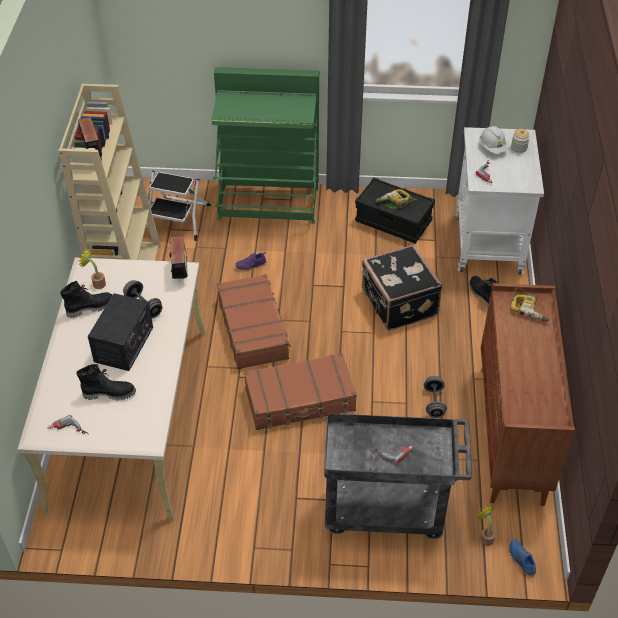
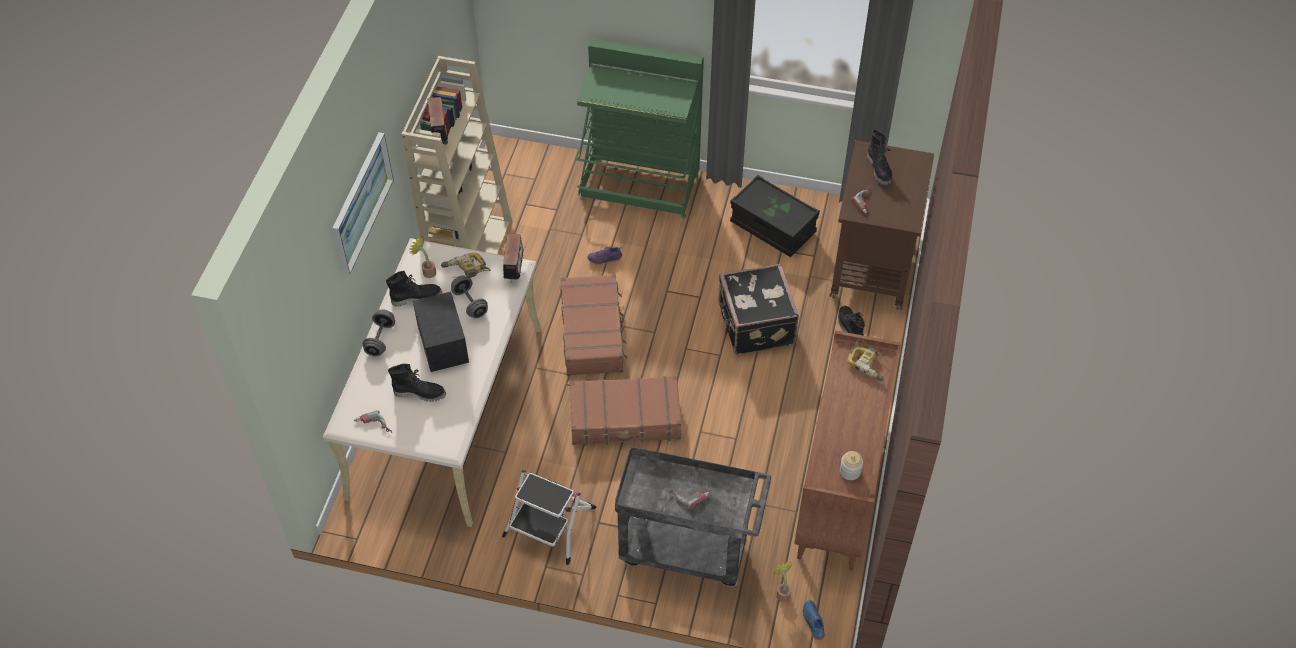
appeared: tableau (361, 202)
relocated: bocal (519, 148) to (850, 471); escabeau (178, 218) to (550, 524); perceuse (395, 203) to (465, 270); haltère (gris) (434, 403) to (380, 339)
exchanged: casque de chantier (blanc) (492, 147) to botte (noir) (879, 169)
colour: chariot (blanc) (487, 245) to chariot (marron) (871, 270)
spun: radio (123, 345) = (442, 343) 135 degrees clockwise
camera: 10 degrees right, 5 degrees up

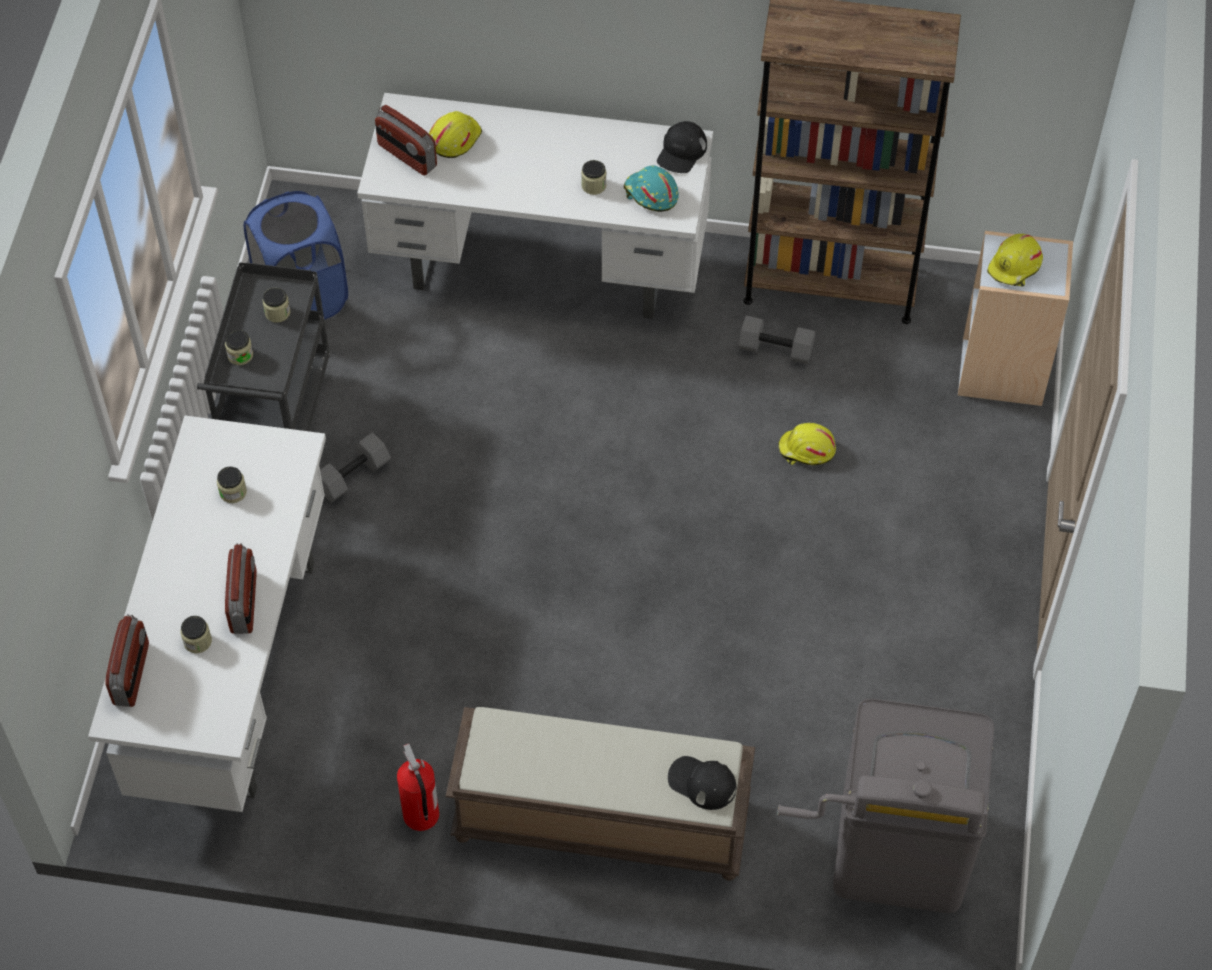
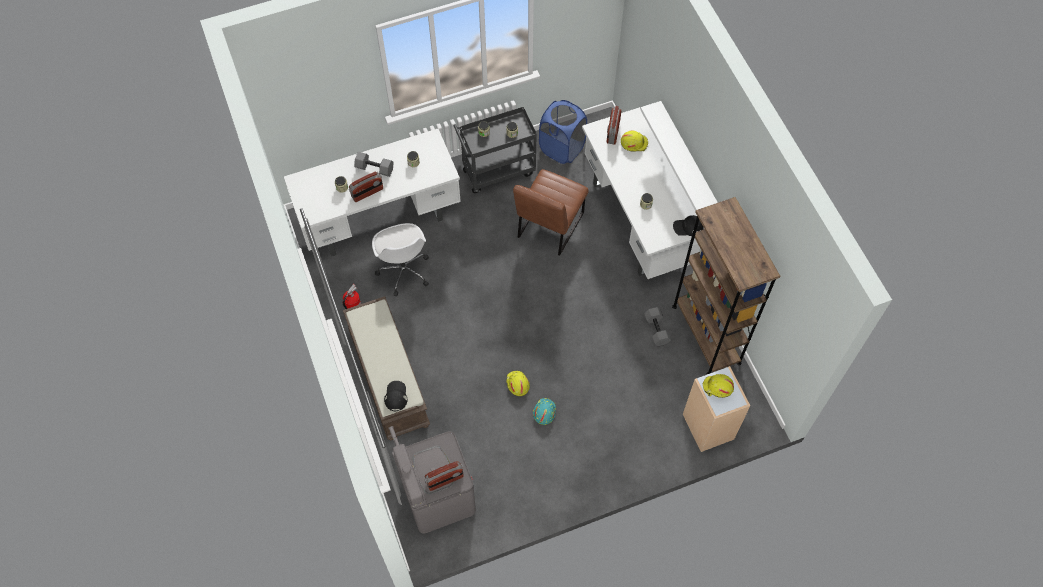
appeared: étagère (blanc) (688, 160); chaise (marron) (549, 226); chaise de bureau (blanc) (405, 274)
relocated: casque de chantier (turquoise) (651, 194) to (544, 412); casque de chantier (jaune) (806, 450) to (517, 384); haltère (gris) (353, 477) to (374, 169); radio (132, 674) to (445, 480)
camera: 60 degrees right, 5 degrees up

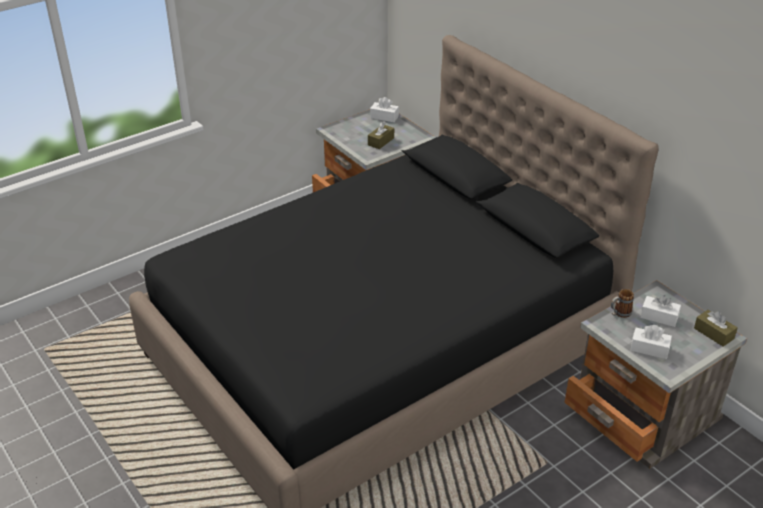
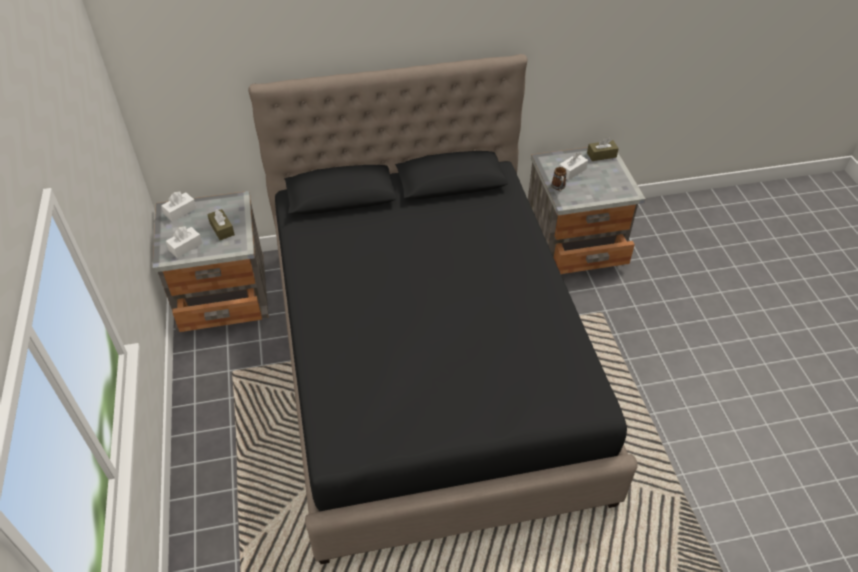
relocated: boîte à mouchoirs (blanc) (649, 349) to (185, 247)
camera: 65 degrees left, 10 degrees up

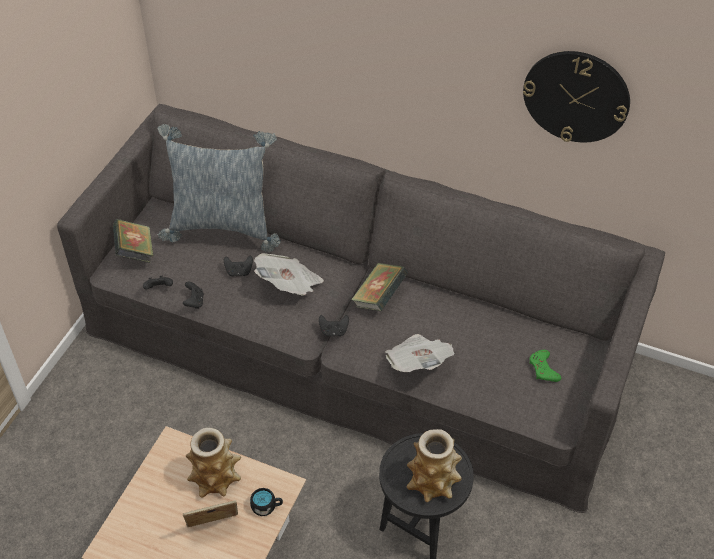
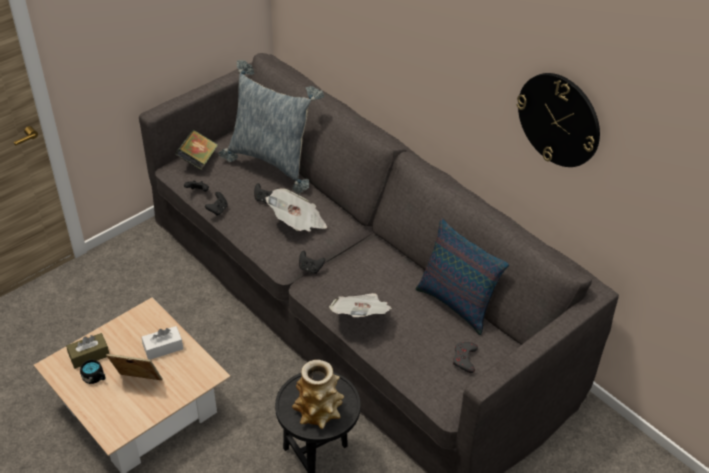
missing: livre (379, 298)
appeared: coussin (bleu) (456, 305); boîte à mouchoirs (marron) (89, 355)
relocated: mug (noir) (267, 506) to (95, 378)
exchanged: vase (215, 478) to boîte à mouchoirs (blanc) (163, 348)
colour: manette (vert) (543, 369) to manette (gris) (464, 359)
camera: 25 degrees right, 5 degrees down

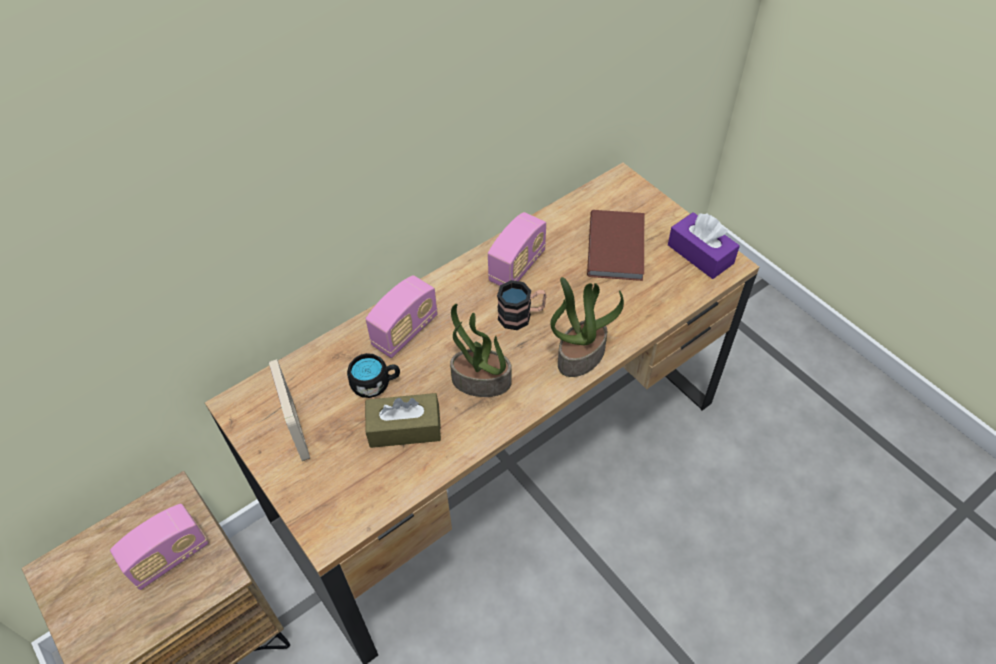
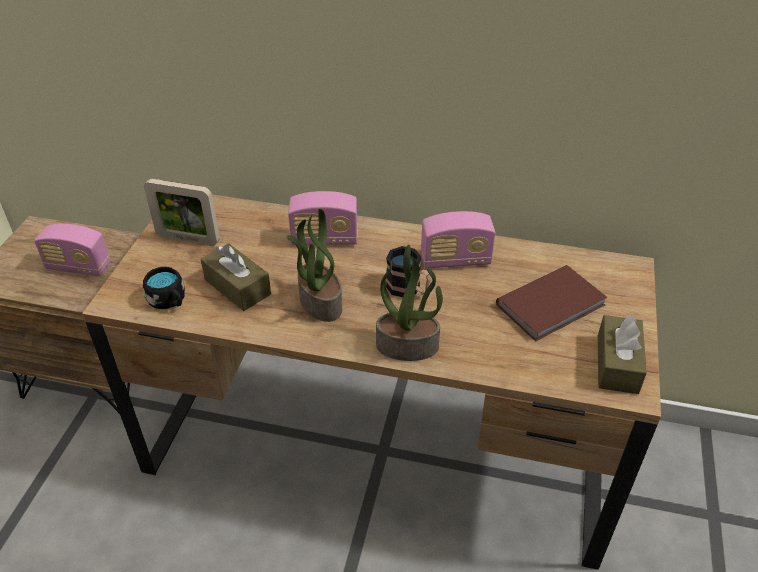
relocated: mug (noir) (376, 383) to (169, 301)
colour: boîte à mouchoirs (violet) (700, 254) to boîte à mouchoirs (marron) (617, 364)
spun: cadre photo (297, 431) = (188, 239) 75 degrees clockwise
camera: 50 degrees right, 10 degrees down

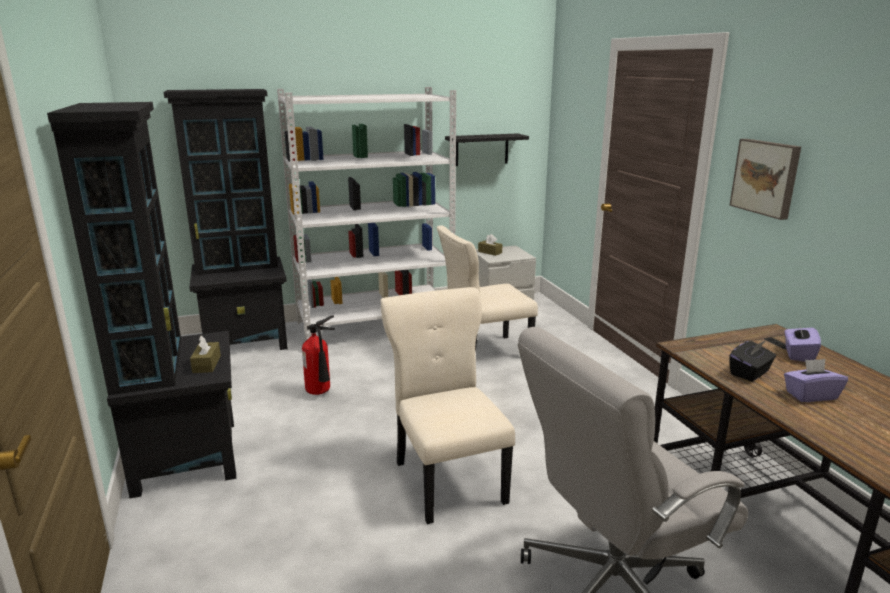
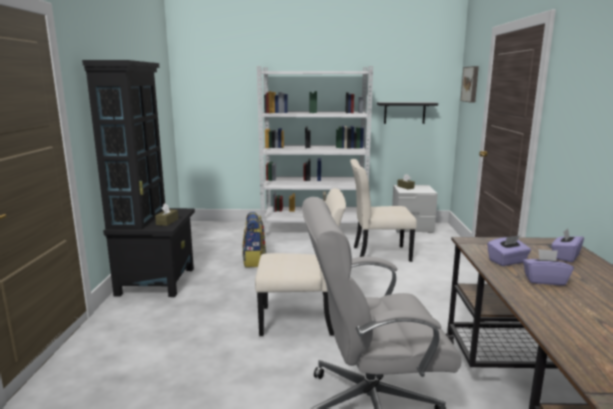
missing: meuble de rangement (noir) (246, 341)
relocated: tableau (766, 177) to (471, 84)
exchanged: extincteur (321, 393) to sac à dos (254, 261)
colour: boîte à mouchoirs (noir) (750, 373) to boîte à mouchoirs (violet) (507, 261)
spun: chaise (beige) (448, 479) = (301, 321) 90 degrees clockwise
camera: 20 degrees right, 5 degrees down

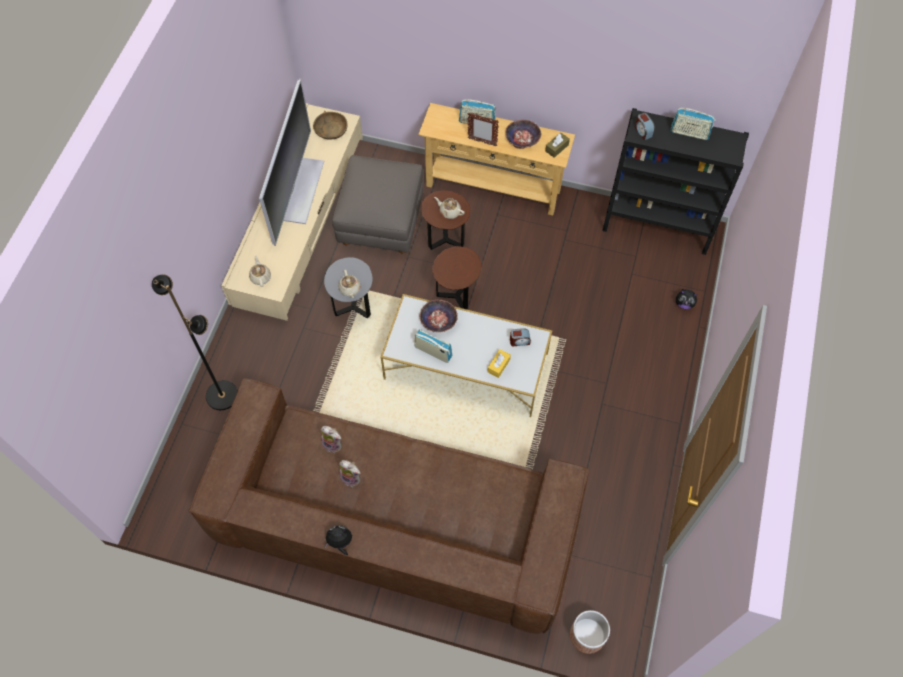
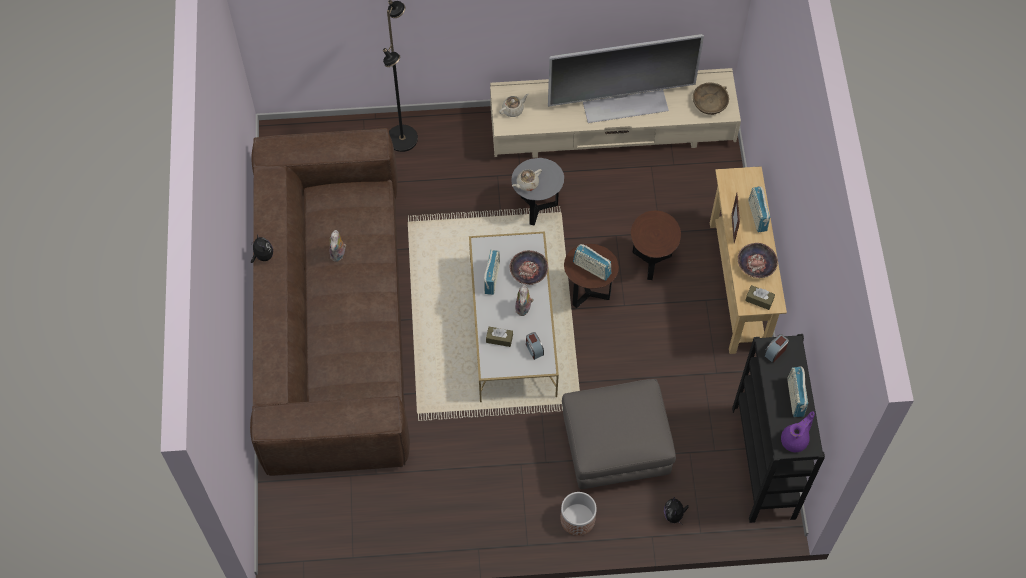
missing: théière (beige) (449, 212)
appeared: radio (591, 268); théière (violet) (795, 440)
relocated: pouf (gris) (381, 222) to (615, 448); peluche (333, 444) to (524, 308); cache-pot (587, 635) to (577, 519)
colour: boîte à mouchoirs (jaune) (498, 365) to boîte à mouchoirs (marron) (499, 339)
camera: 70 degrees right, 0 degrees up

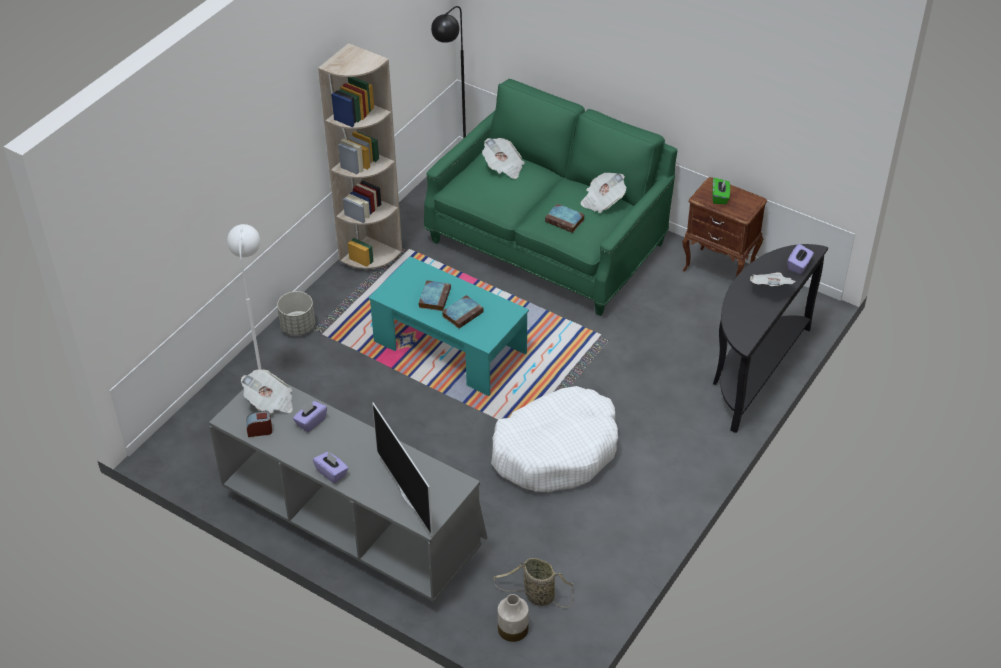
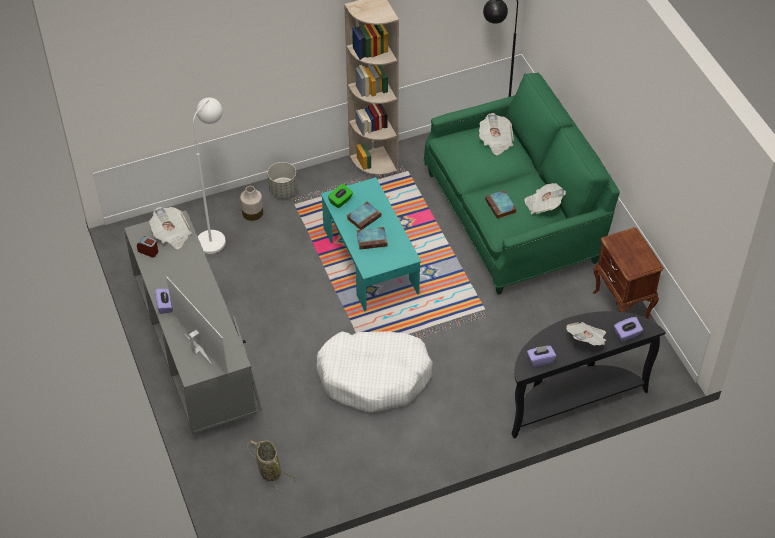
relocated: boîte à mouchoirs (vert) (720, 197) to (340, 201); boîte à mouchoirs (violet) (311, 422) to (540, 360); vase (beige) (512, 628) to (252, 212)
spun: téléviseur (409, 497) = (197, 350) 135 degrees clockwise
camera: 35 degrees right, 5 degrees up

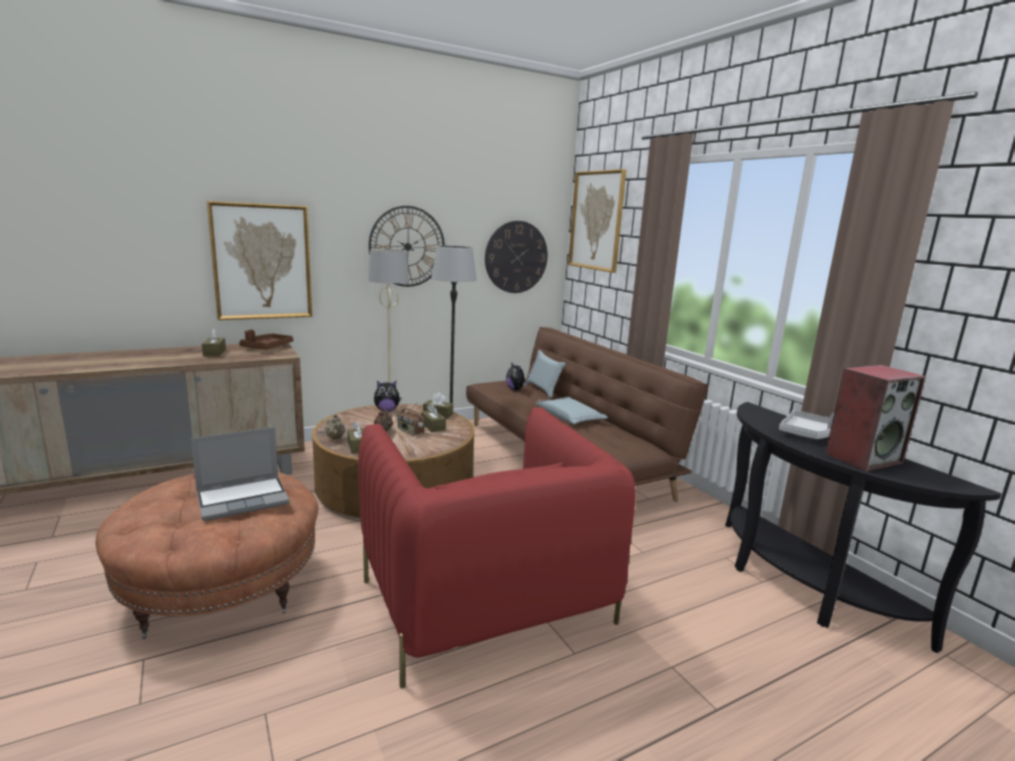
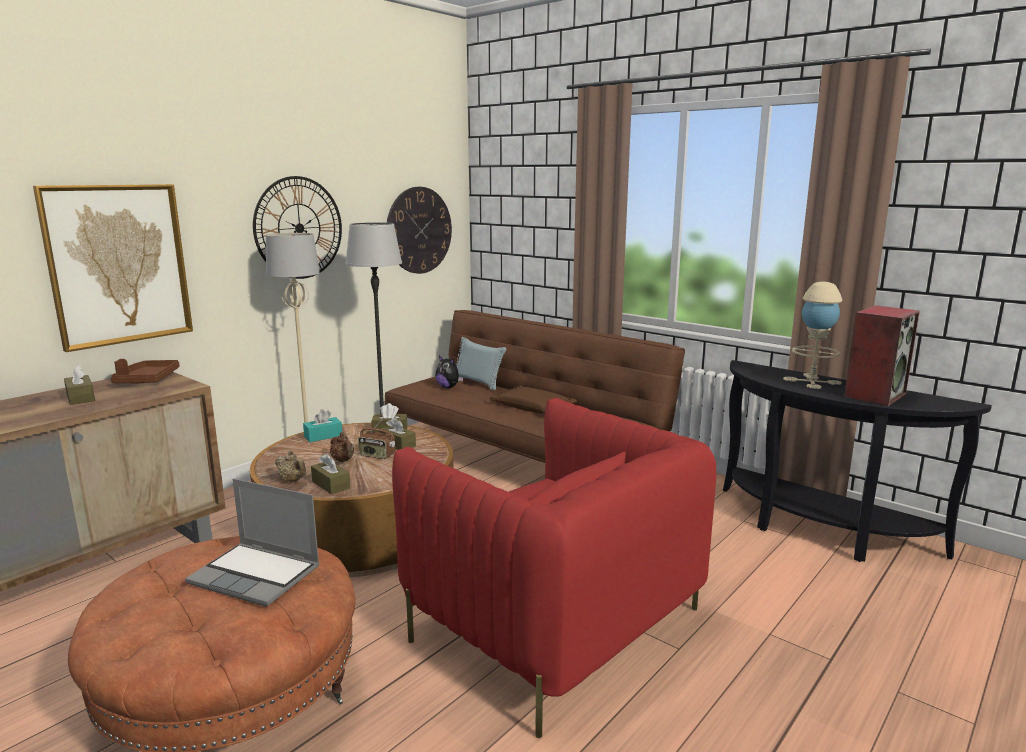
missing: tableau (596, 220)
exchanged: peluche (386, 410) to boîte à mouchoirs (turquoise) (323, 436); plateau (gris) (807, 433) to lampe de table (beige) (812, 381)
colour: coussin (bleu) (570, 415) to coussin (marron) (532, 406)
spun: ordinateur portable (244, 499) = (257, 575) 75 degrees clockwise
camera: 20 degrees left, 0 degrees up

